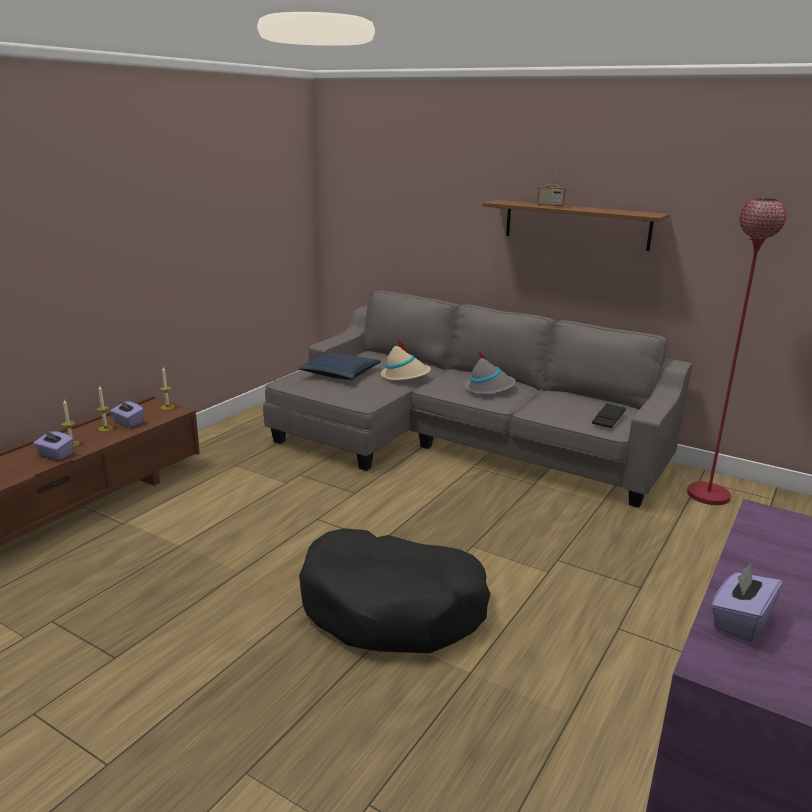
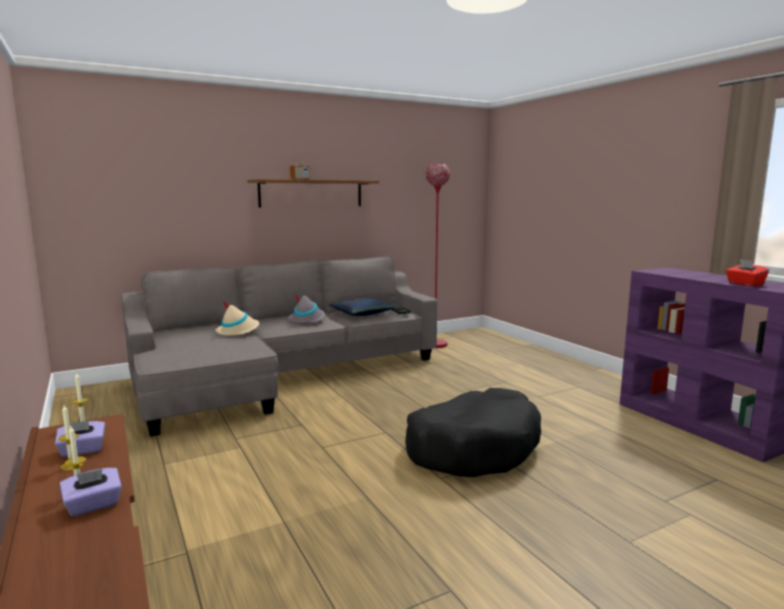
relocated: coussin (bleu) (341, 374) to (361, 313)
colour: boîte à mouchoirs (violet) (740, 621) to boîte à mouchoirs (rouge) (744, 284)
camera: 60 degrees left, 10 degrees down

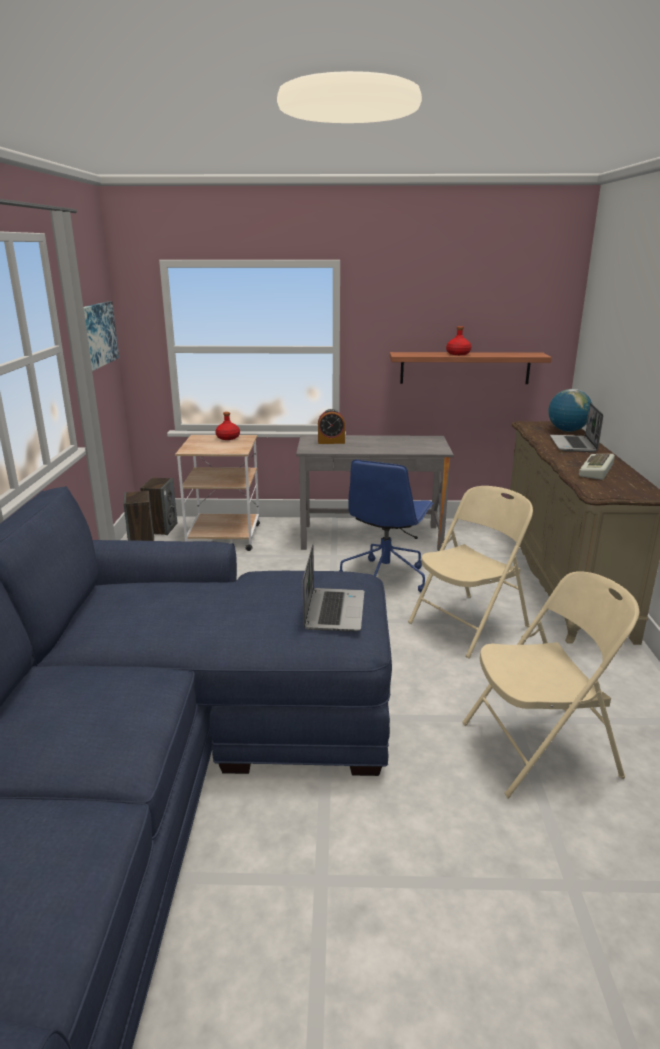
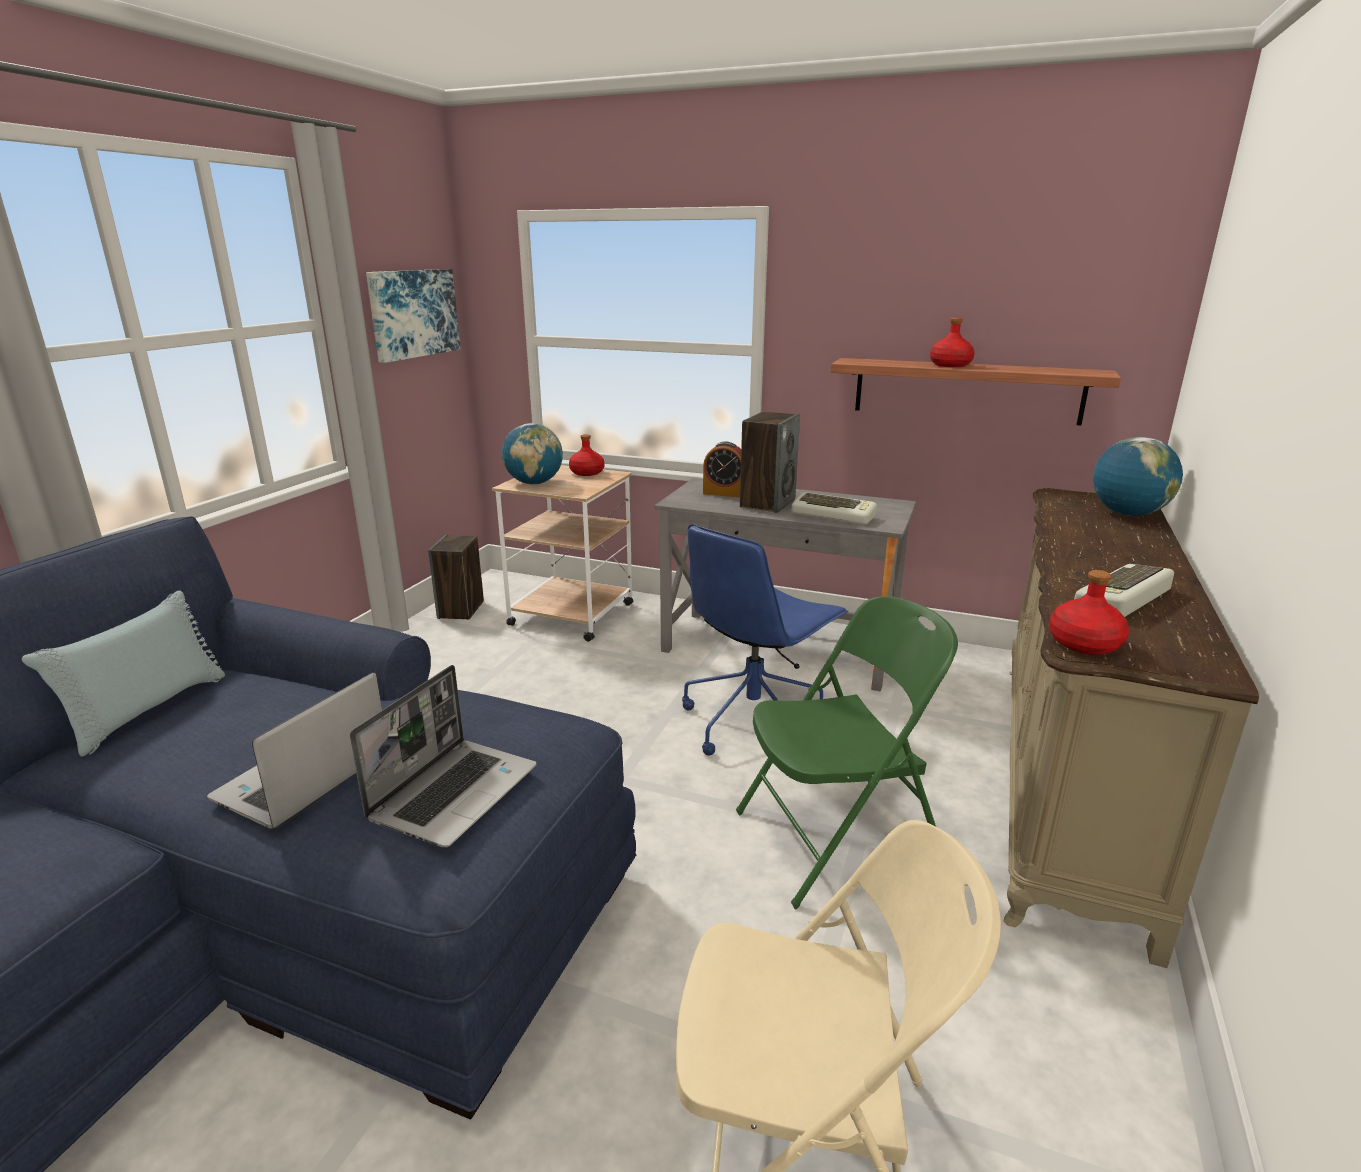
appeared: globe (534, 483); clavier (834, 515); bouteille (rouge) (1083, 643); coussin (bleu) (147, 711)
relocated: ordinateur portable (573, 445) to (303, 780); enceinte (161, 528) to (767, 503)
colour: chaise (beige) (468, 625) to chaise (vert) (837, 839)
camera: 20 degrees right, 0 degrees up

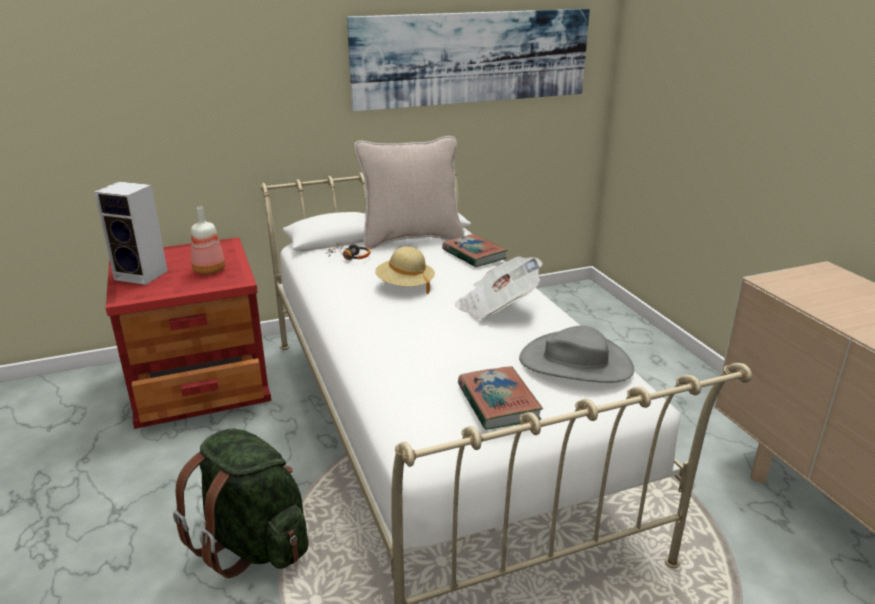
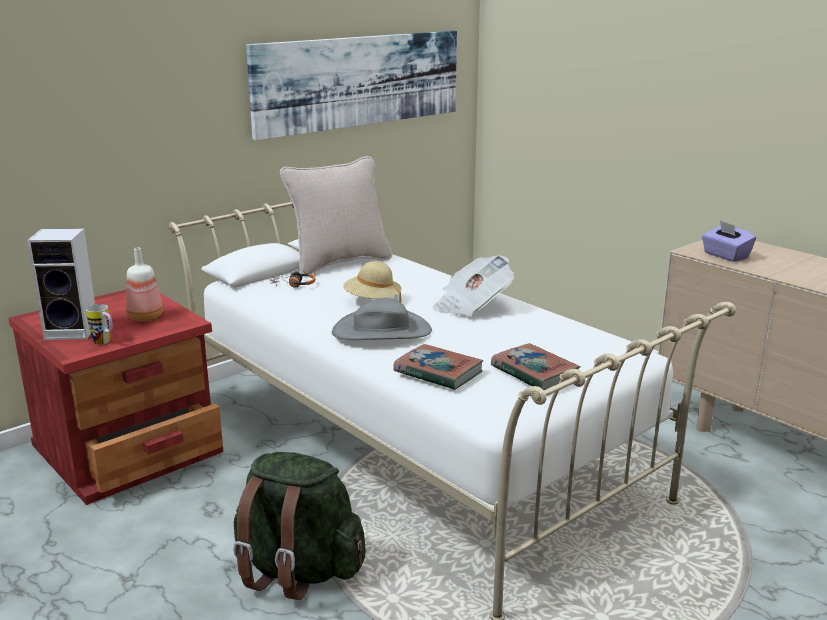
appeared: boîte à mouchoirs (violet) (725, 256); mug (105, 343)
relocated: livre (474, 254) to (438, 372); chapeau (gris) (576, 363) to (382, 331)
camera: 20 degrees left, 5 degrees down

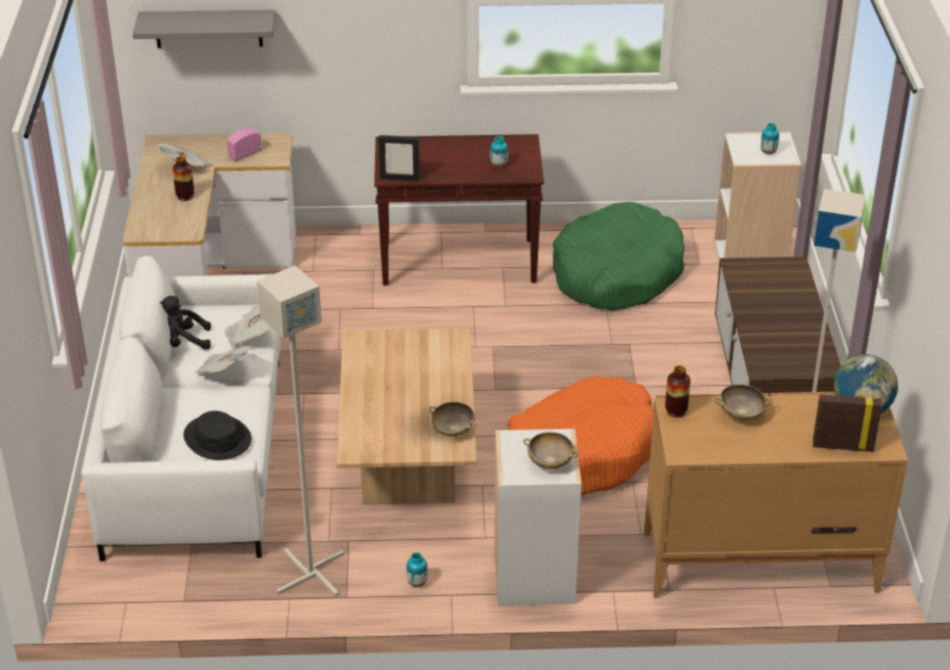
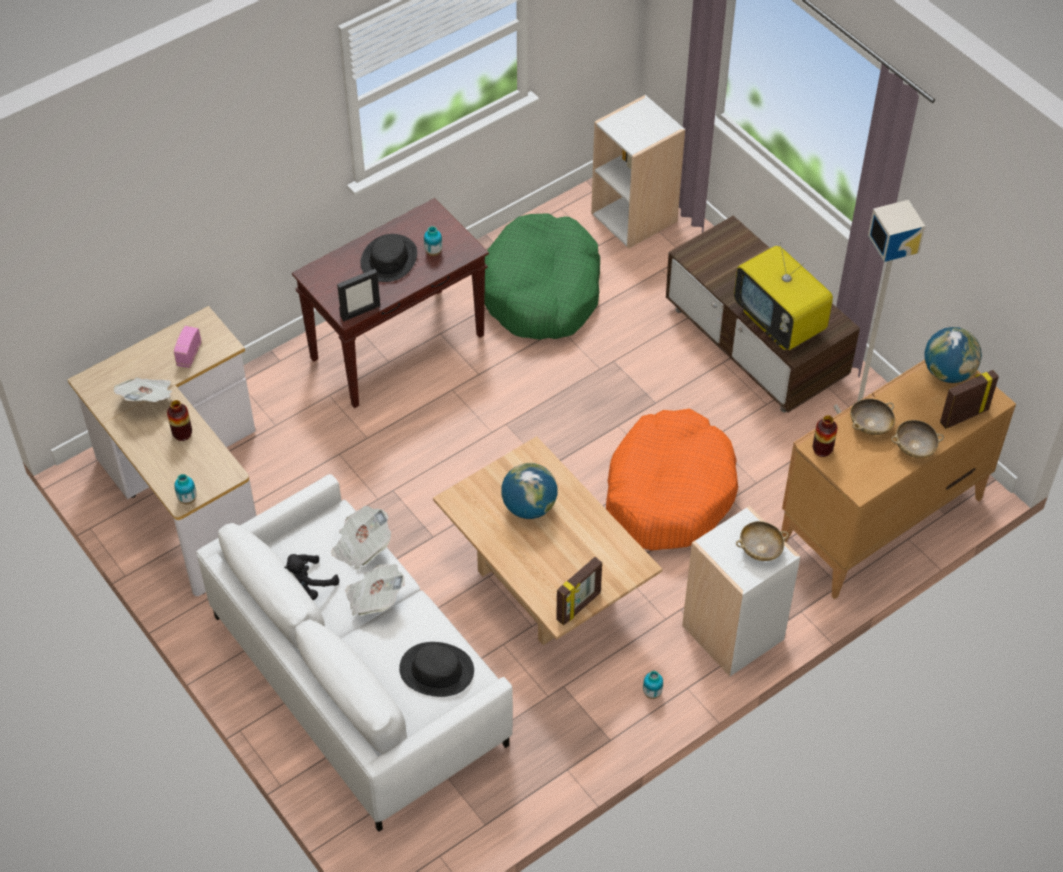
missing: étagère (gris) (208, 28); lampadaire (gris) (310, 574)
appeared: chapeau (noir) (388, 259); téléviseur (780, 323); globe (529, 507); cadre photo (579, 607)
relocated: vase (768, 152) to (187, 499); bol (beige) (453, 430) to (914, 448)
camera: 35 degrees left, 15 degrees up

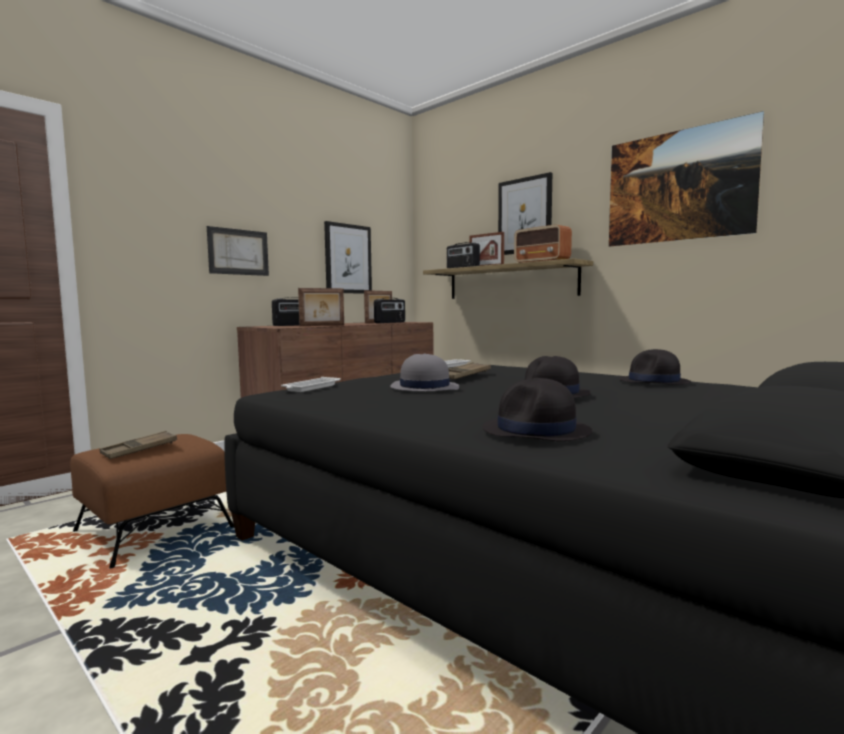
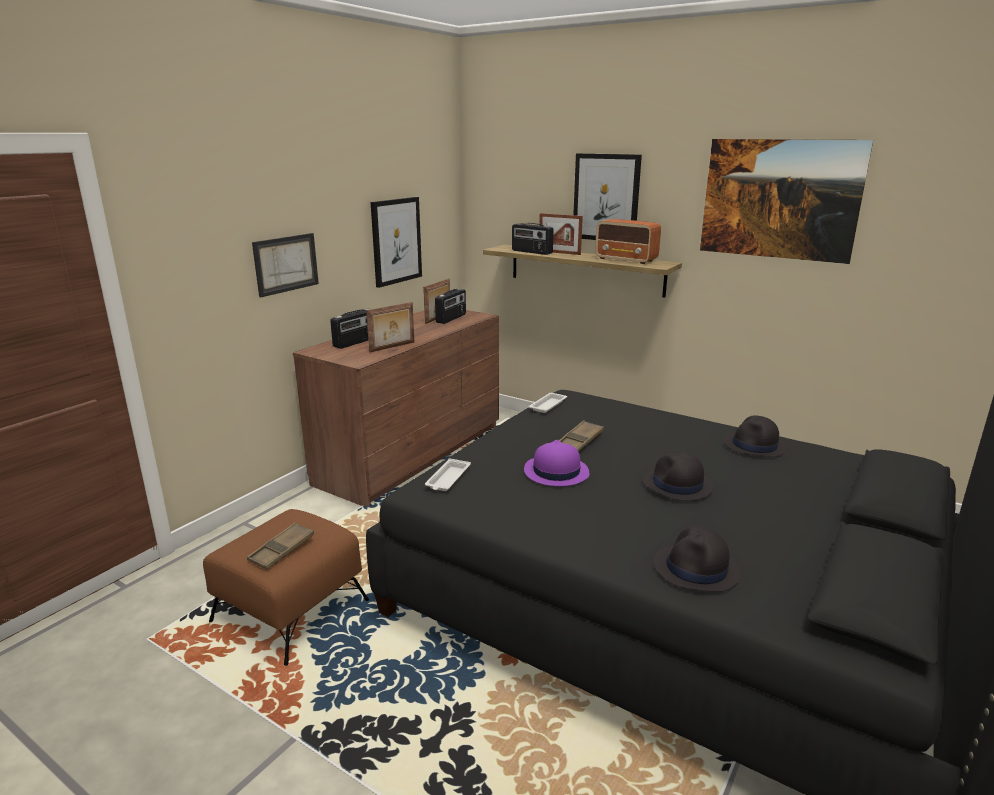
colour: chapeau (gris) (424, 388) to chapeau (violet) (555, 472)
camera: 10 degrees left, 15 degrees up

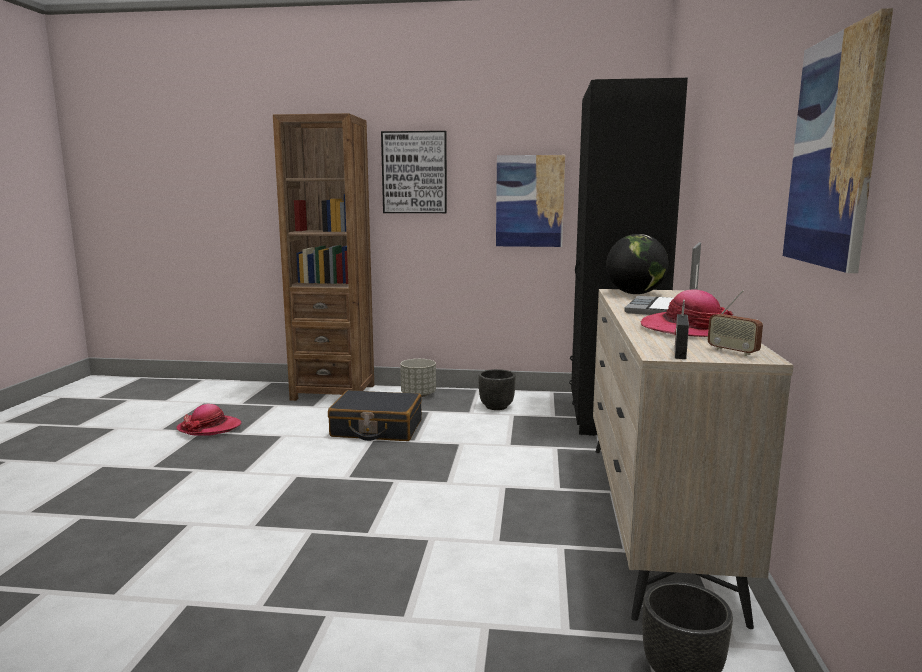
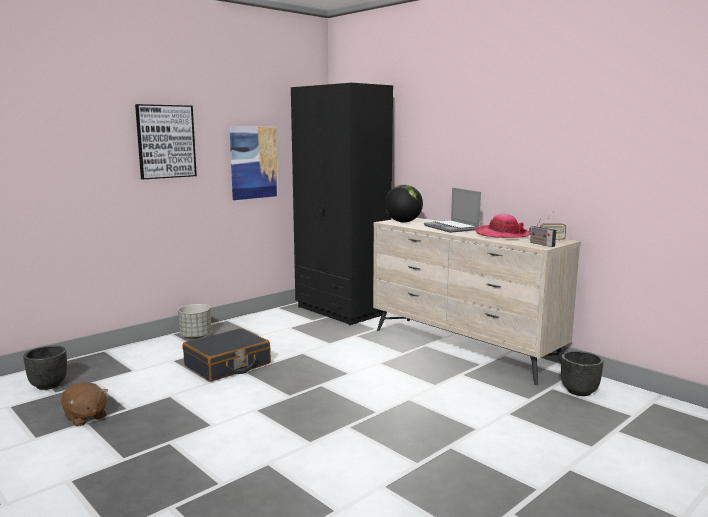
missing: tableau (833, 152); bibliothèque (marron) (333, 392)
relocated: cache-pot (noir) (496, 407) to (48, 385)
exchanged: chapeau (209, 428) to peluche (marron) (85, 417)
camera: 50 degrees left, 0 degrees up

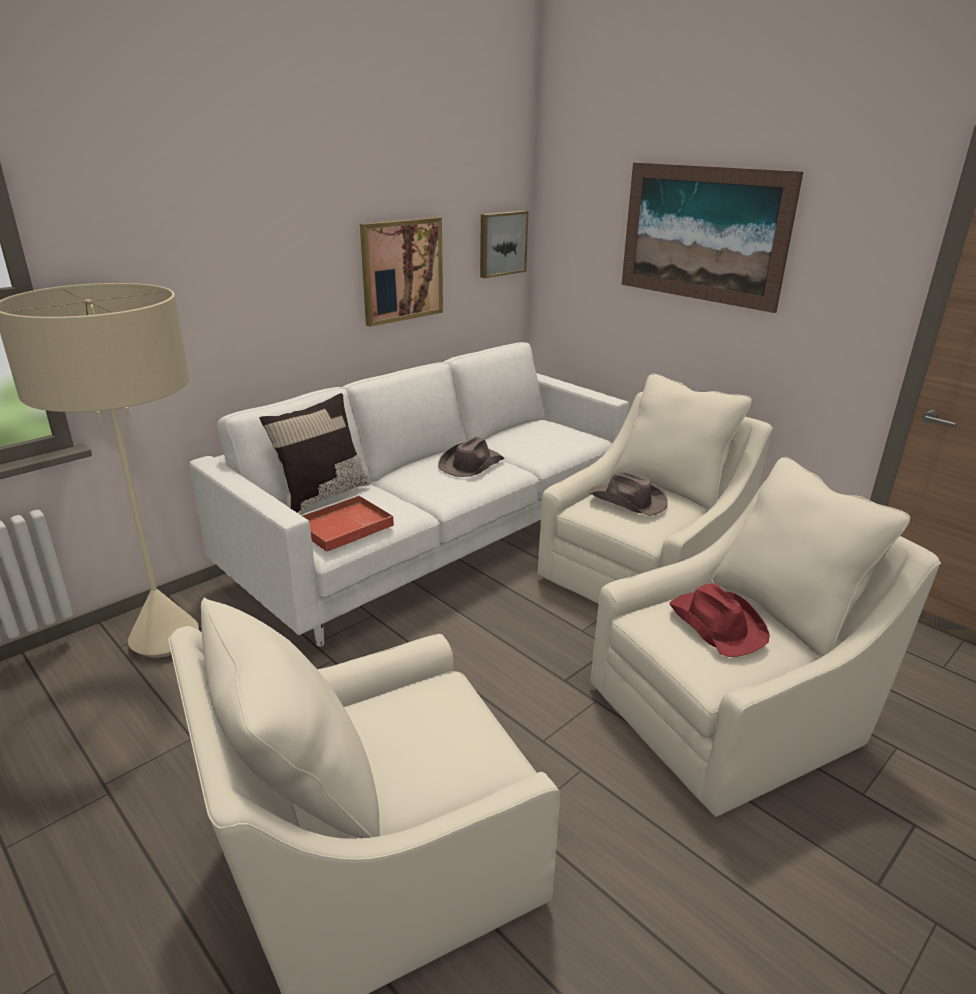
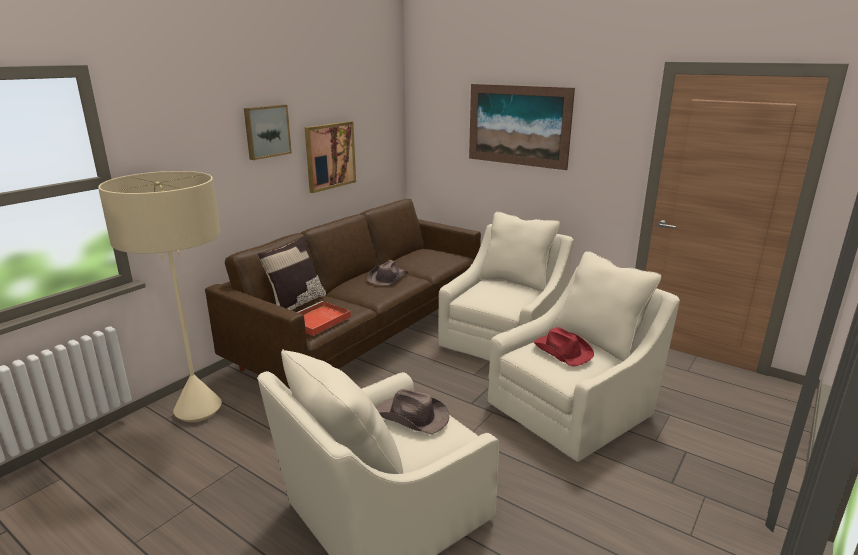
relocated: tableau (501, 243) to (266, 131); chapeau (marron) (628, 501) to (412, 417)
colour: canapé (blanc) (436, 542) to canapé (marron) (366, 333)
camera: 10 degrees left, 5 degrees down

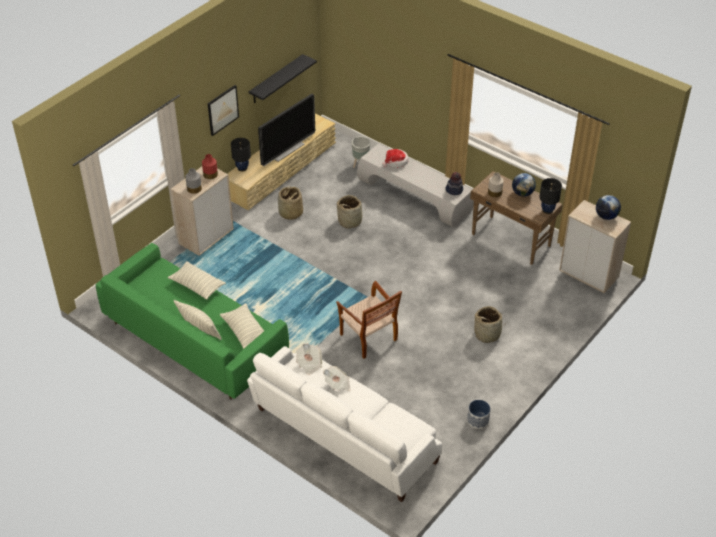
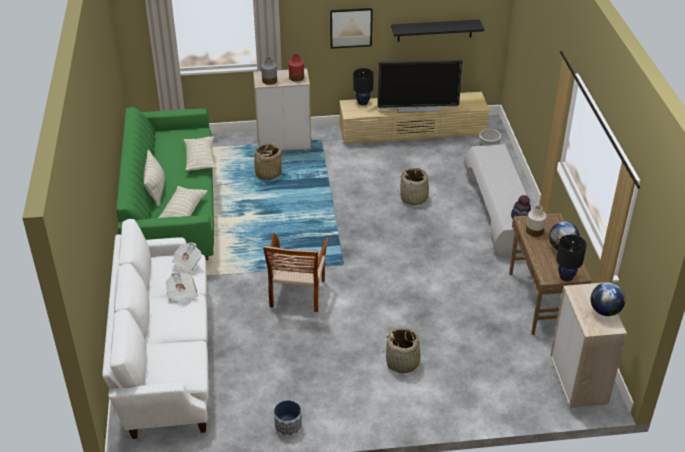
missing: chapeau (396, 162)
relocated: panier (290, 213) to (268, 173)
camera: 45 degrees right, 5 degrees down

